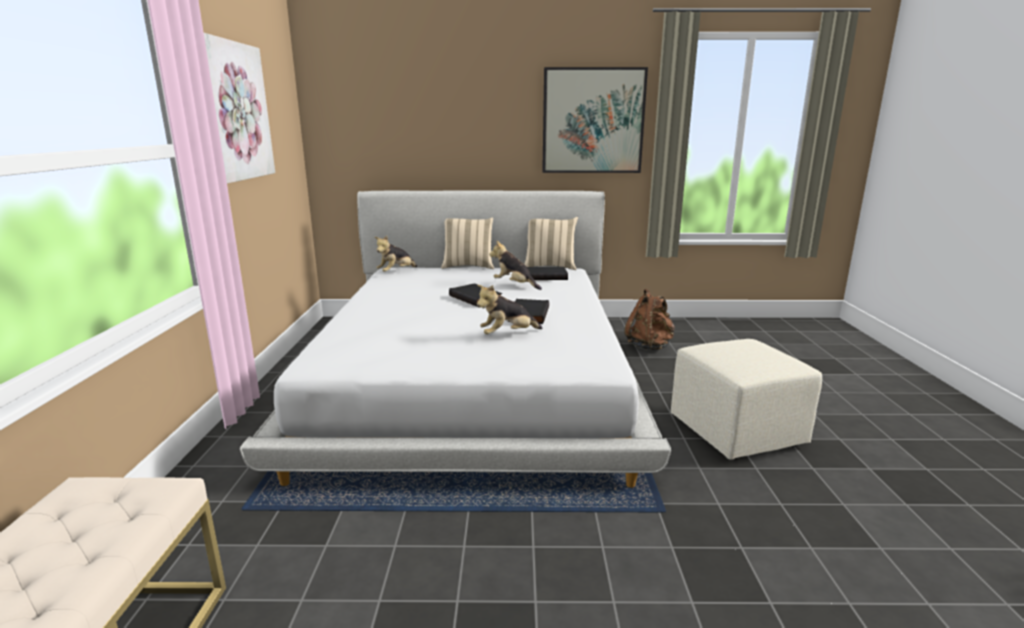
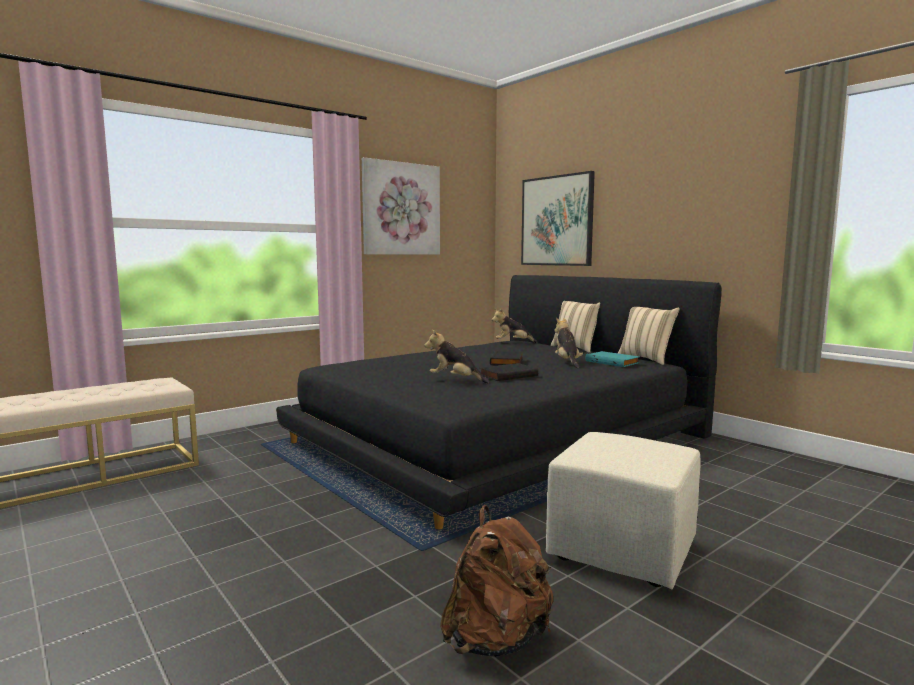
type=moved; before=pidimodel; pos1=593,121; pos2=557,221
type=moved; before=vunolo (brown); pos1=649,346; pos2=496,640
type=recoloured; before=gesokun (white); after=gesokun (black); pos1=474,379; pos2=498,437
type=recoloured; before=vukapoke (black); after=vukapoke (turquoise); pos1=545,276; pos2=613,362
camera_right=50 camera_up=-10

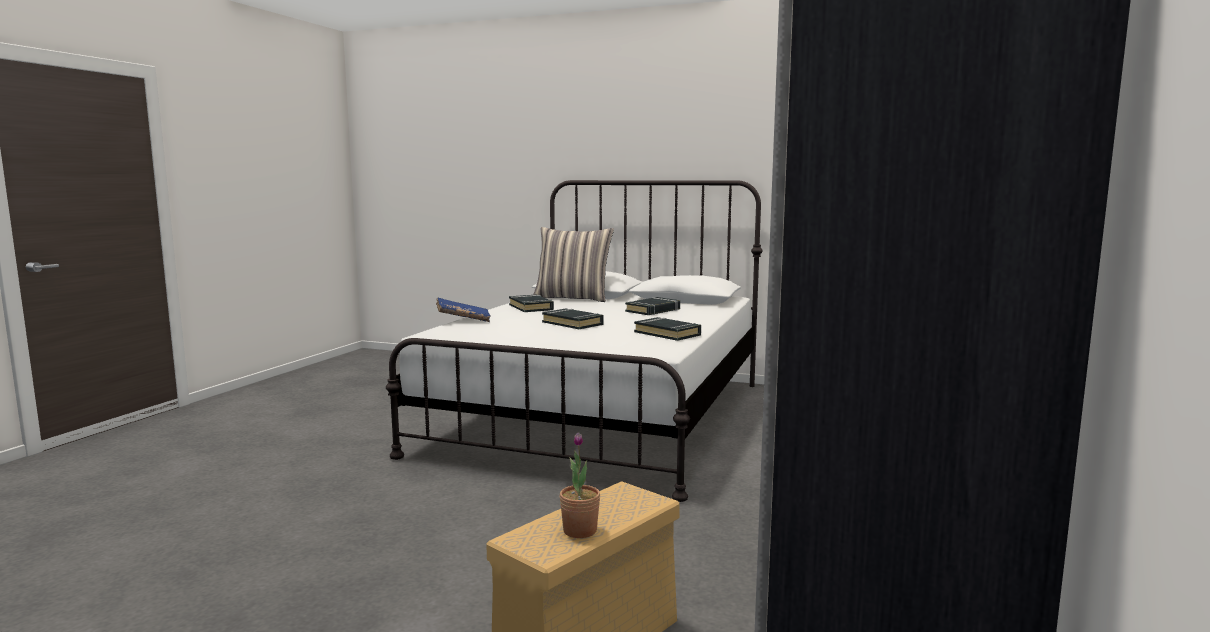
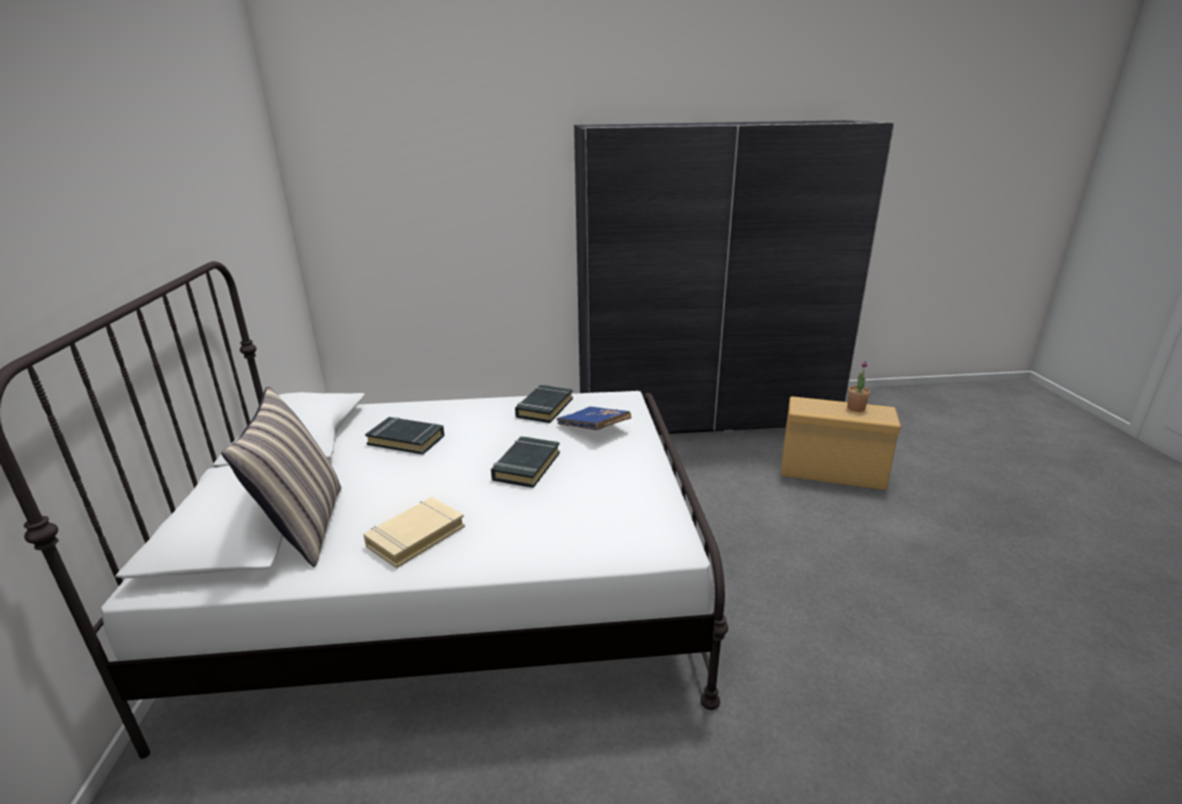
type=moved; before=vukapoke (blue); pos1=463,320; pos2=593,429
type=recoloured; before=vukapoke (black); after=vukapoke (beige); pos1=531,307; pos2=415,536
camera_right=-115 camera_up=15

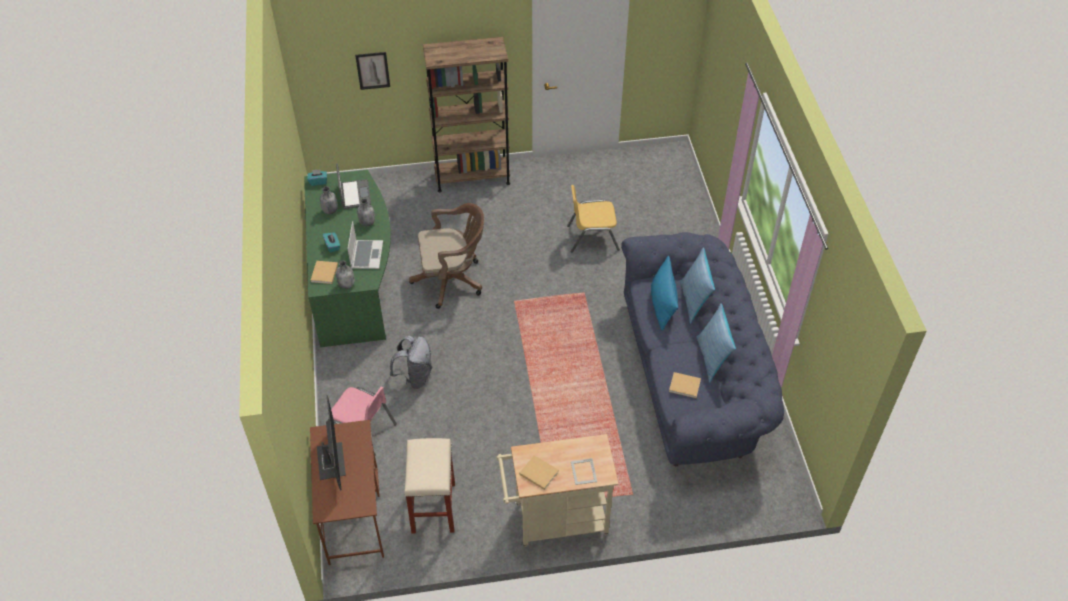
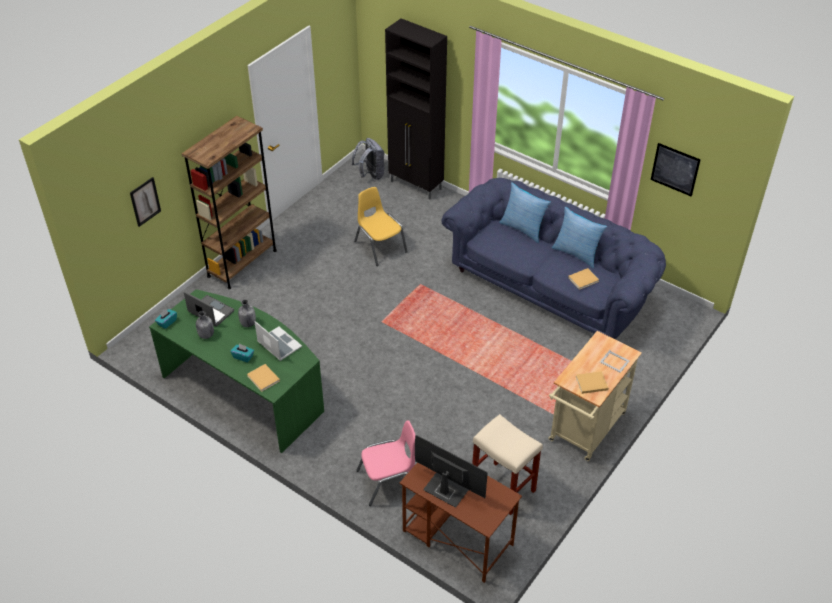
type=removed; before=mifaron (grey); pos1=347,284
type=removed; before=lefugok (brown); pos1=452,280
type=removed; before=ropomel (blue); pos1=662,304
type=added; after=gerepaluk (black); pos2=416,186
type=added; after=pidimodel; pos2=675,169
type=moved; before=vunolo (grey); pos1=415,376; pos2=370,175
type=turned; before=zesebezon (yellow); pos1=592,237; pos2=380,247; turn=105
camera_right=-45 camera_up=-5

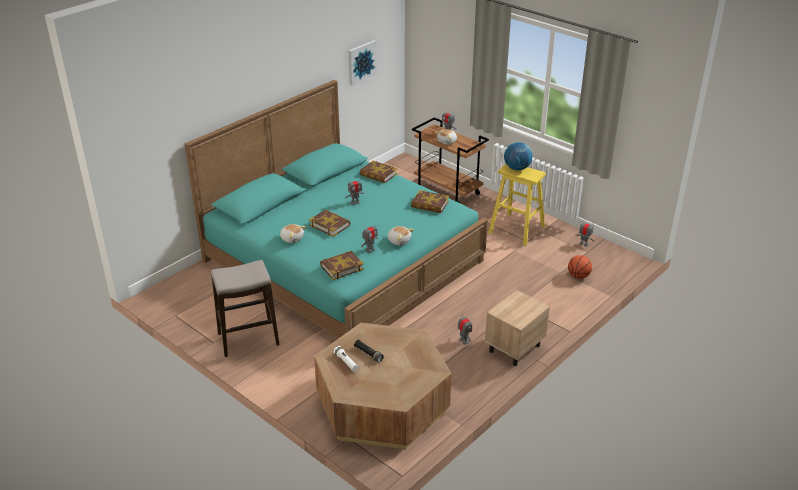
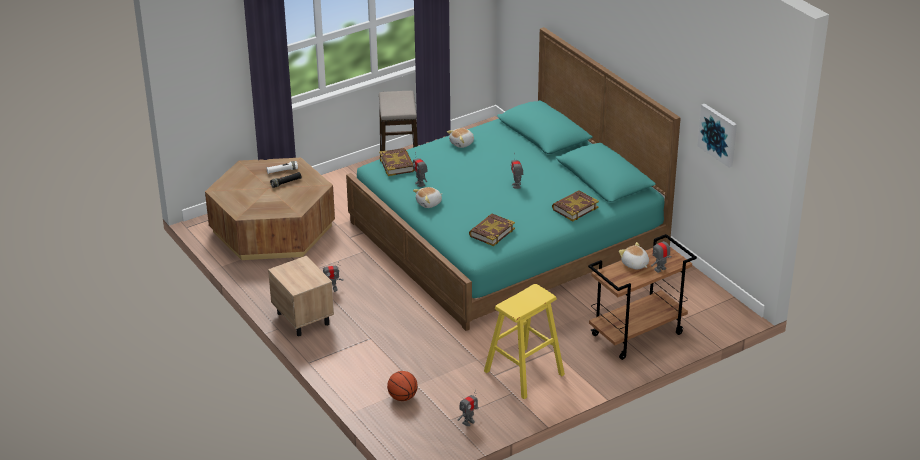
type=removed; before=vukapoke; pos1=330,225
type=removed; before=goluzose; pos1=517,168
camera_right=105 camera_up=0

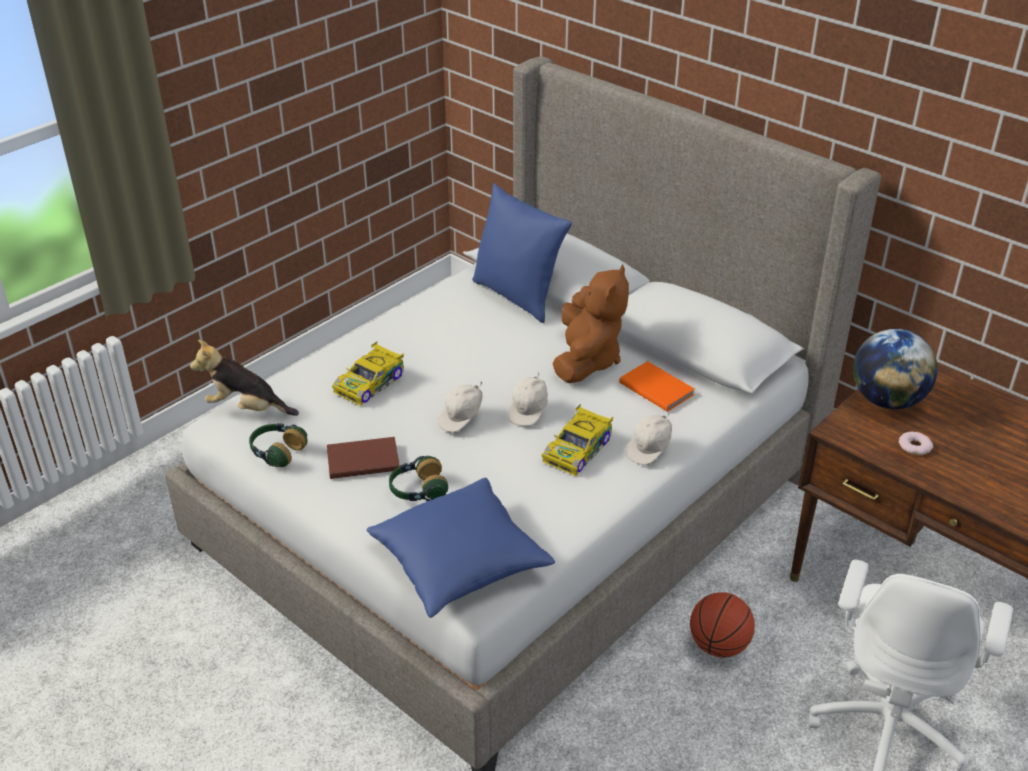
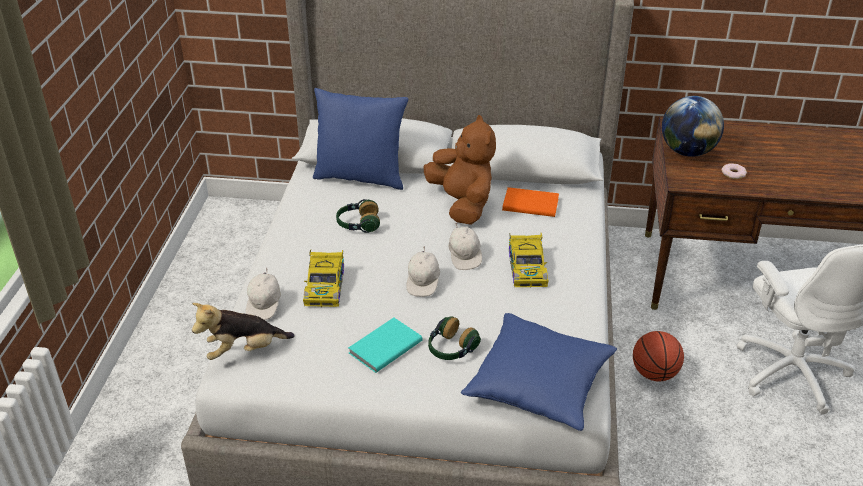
type=moved; before=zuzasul; pos1=277,452; pos2=358,224
type=moved; before=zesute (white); pos1=650,450; pos2=265,305
type=recoloured; before=vukapoke (brown); after=vukapoke (turquoise); pos1=362,459; pos2=383,347
camera_right=-35 camera_up=0

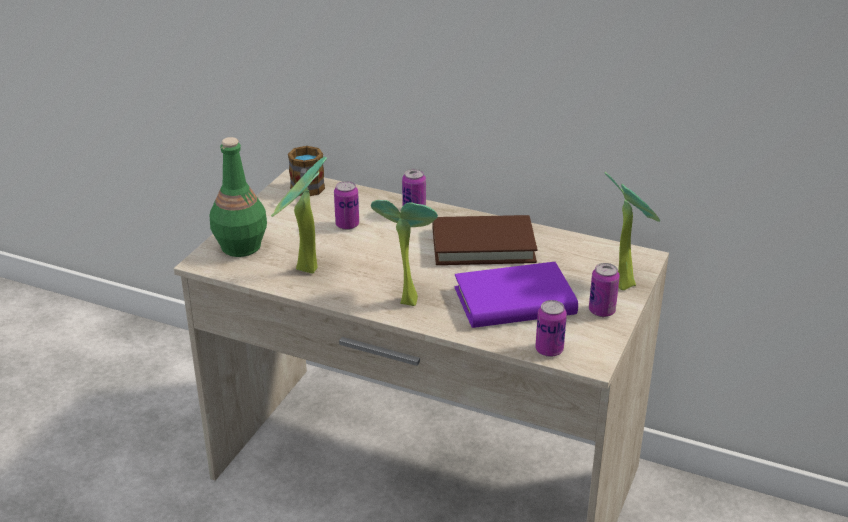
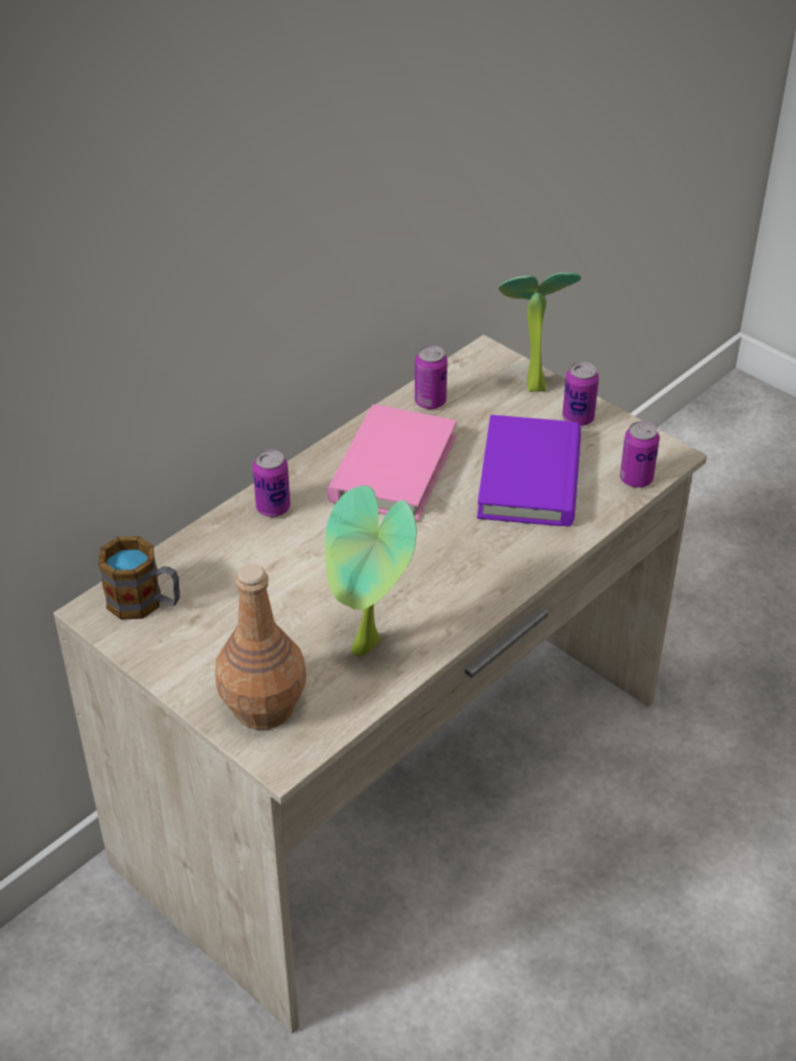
type=removed; before=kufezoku; pos1=406,299
type=moved; before=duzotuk; pos1=347,225; pos2=430,402
type=recoloured; before=mifaron (green); after=mifaron (brown); pos1=240,247; pos2=264,707
type=recoloured; before=vukapoke (brown); after=vukapoke (pink); pos1=483,245; pos2=393,468
camera_right=-70 camera_up=10

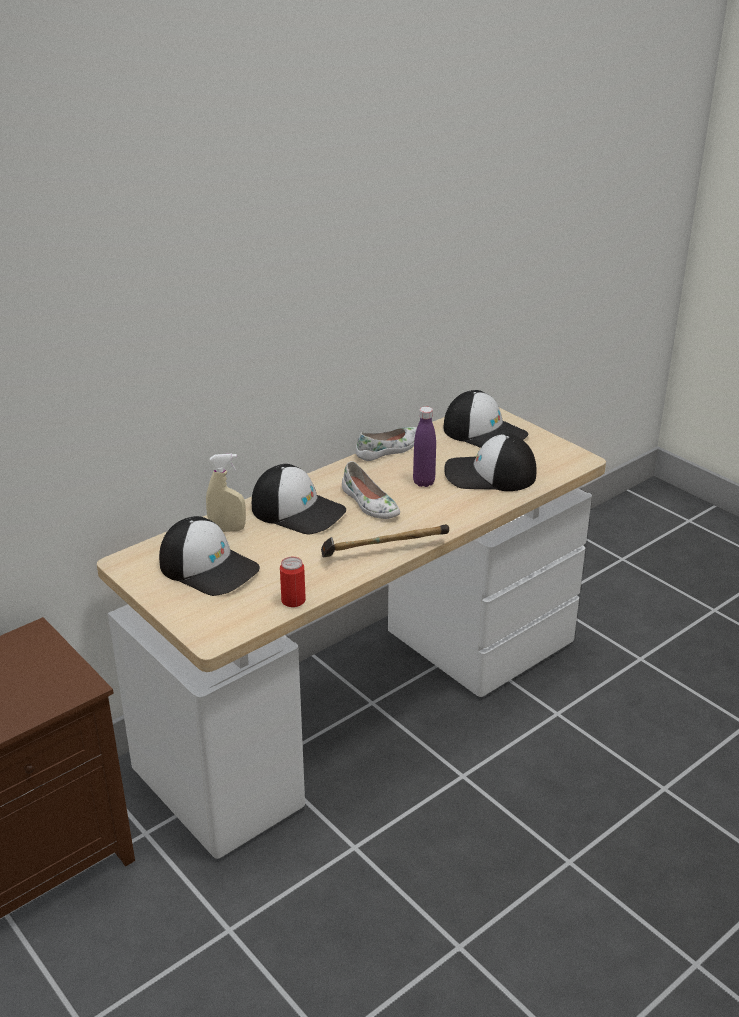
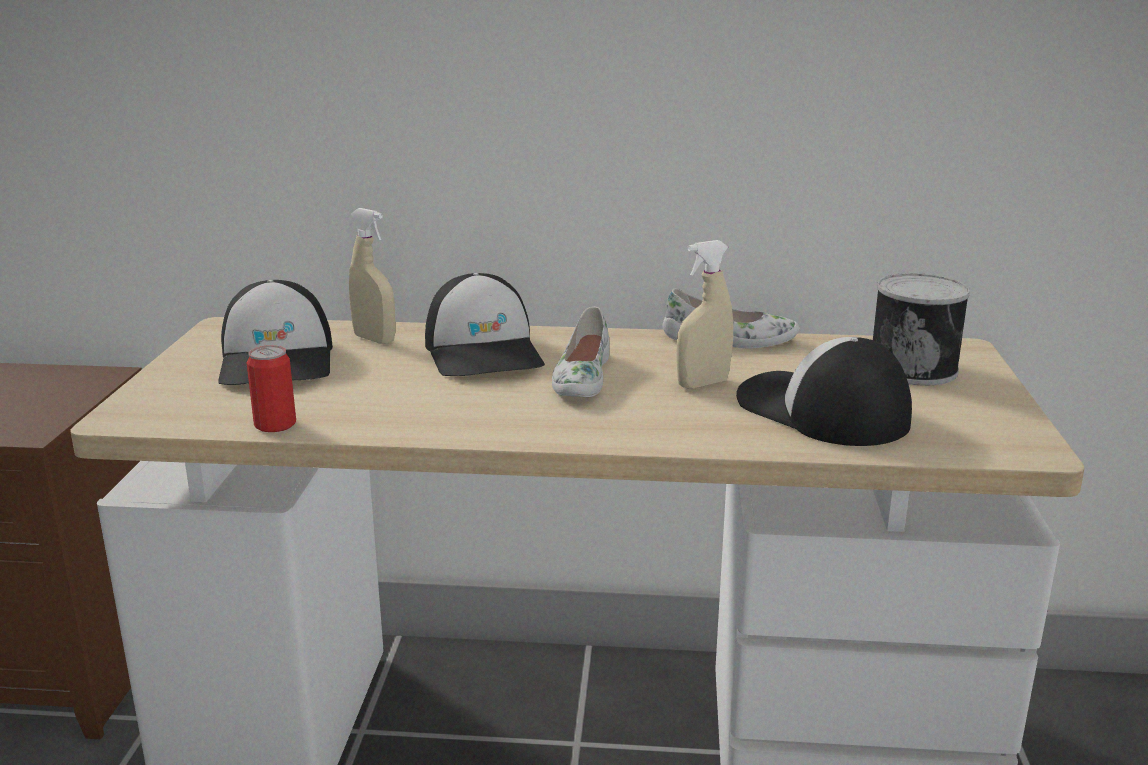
type=removed; before=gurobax; pos1=381,552
type=replaced; before=mifaron (purple); after=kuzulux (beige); pos1=423,482; pos2=702,384
type=replaced; before=zesute; after=duzotuk; pos1=485,432; pos2=913,368
camera_right=45 camera_up=-10

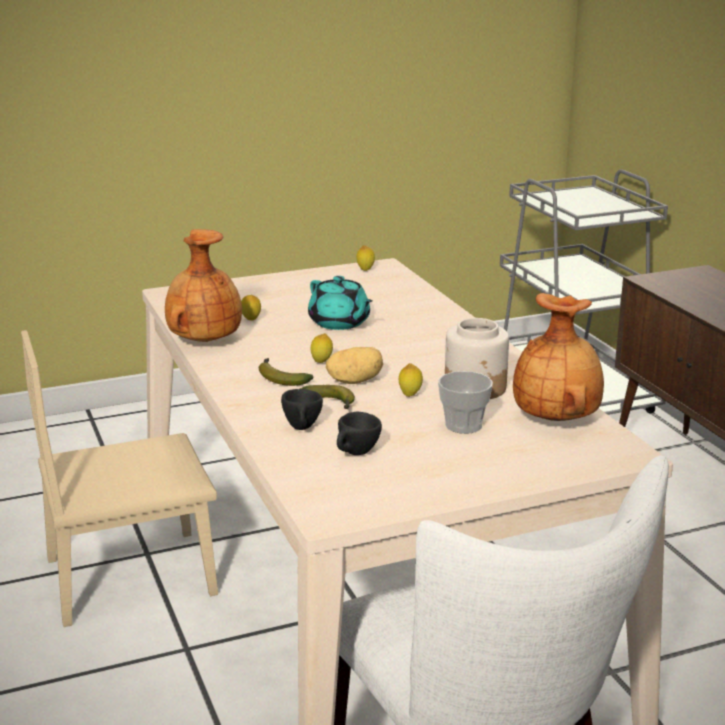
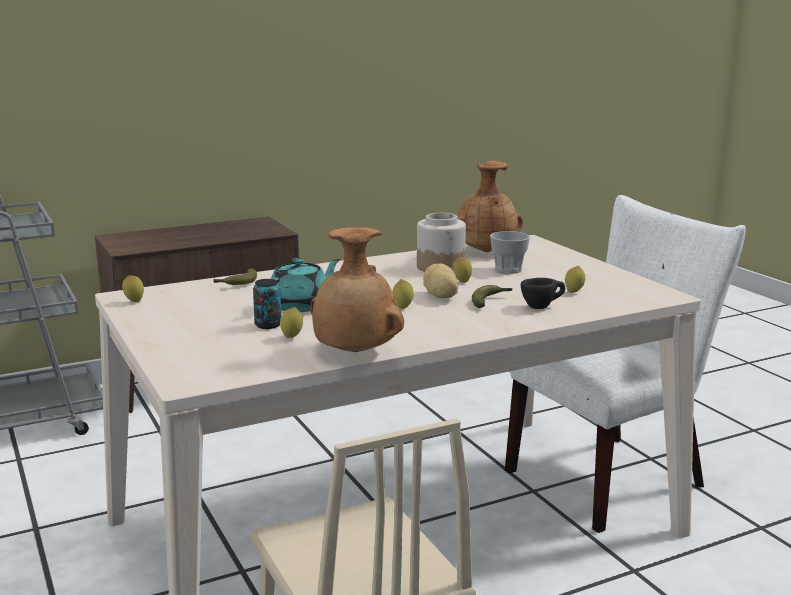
type=added; after=duzotuk; pos2=268,325
type=moved; before=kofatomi; pos1=280,378; pos2=237,283
type=replaced; before=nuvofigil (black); after=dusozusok; pos1=356,454; pos2=574,292
camera_right=-95 camera_up=-5

